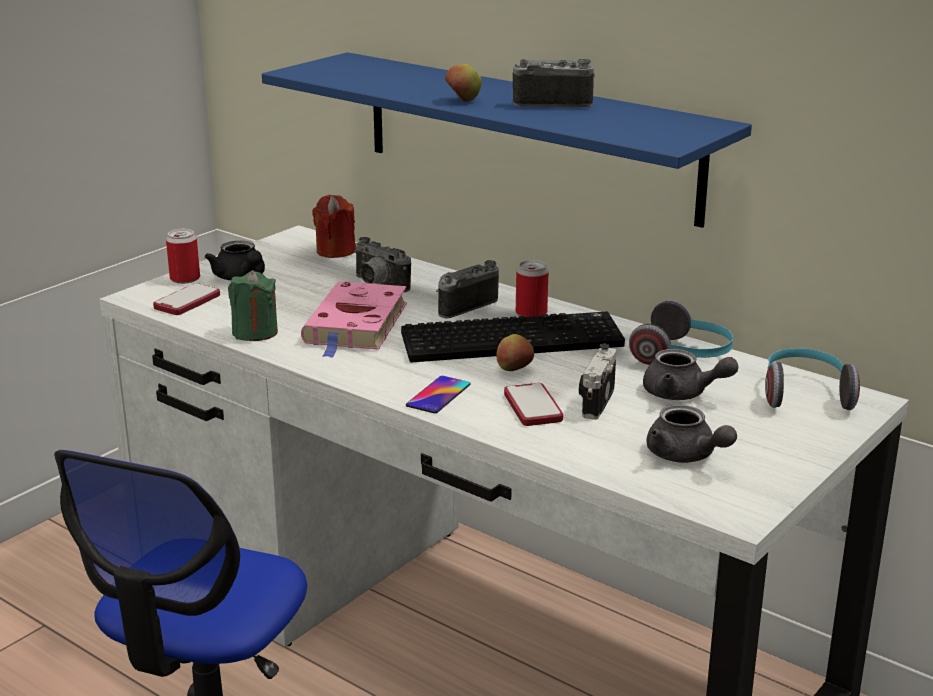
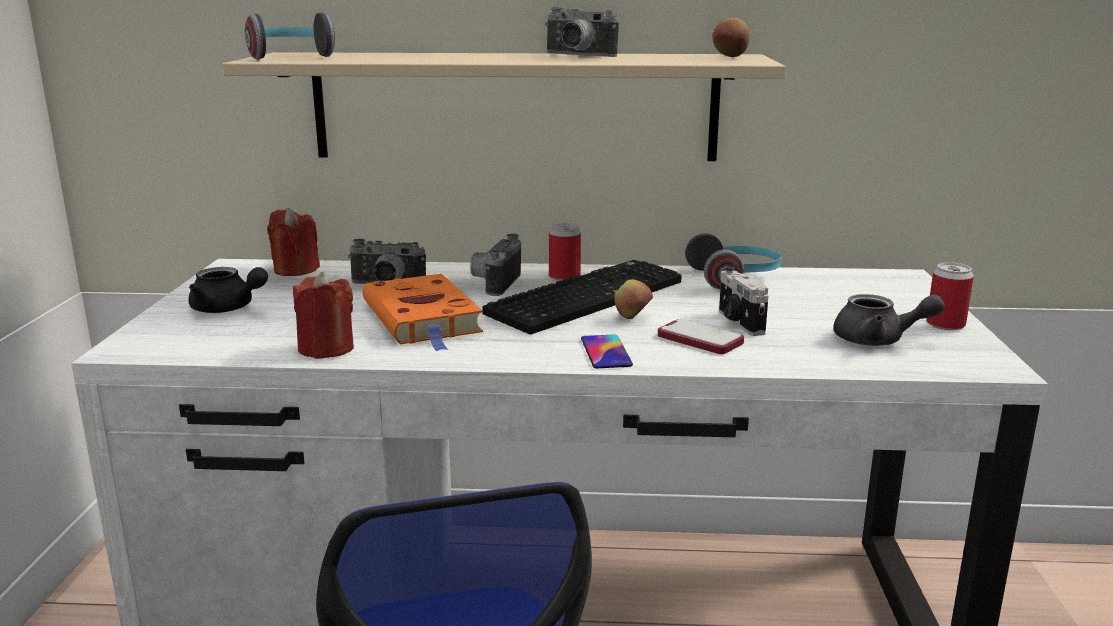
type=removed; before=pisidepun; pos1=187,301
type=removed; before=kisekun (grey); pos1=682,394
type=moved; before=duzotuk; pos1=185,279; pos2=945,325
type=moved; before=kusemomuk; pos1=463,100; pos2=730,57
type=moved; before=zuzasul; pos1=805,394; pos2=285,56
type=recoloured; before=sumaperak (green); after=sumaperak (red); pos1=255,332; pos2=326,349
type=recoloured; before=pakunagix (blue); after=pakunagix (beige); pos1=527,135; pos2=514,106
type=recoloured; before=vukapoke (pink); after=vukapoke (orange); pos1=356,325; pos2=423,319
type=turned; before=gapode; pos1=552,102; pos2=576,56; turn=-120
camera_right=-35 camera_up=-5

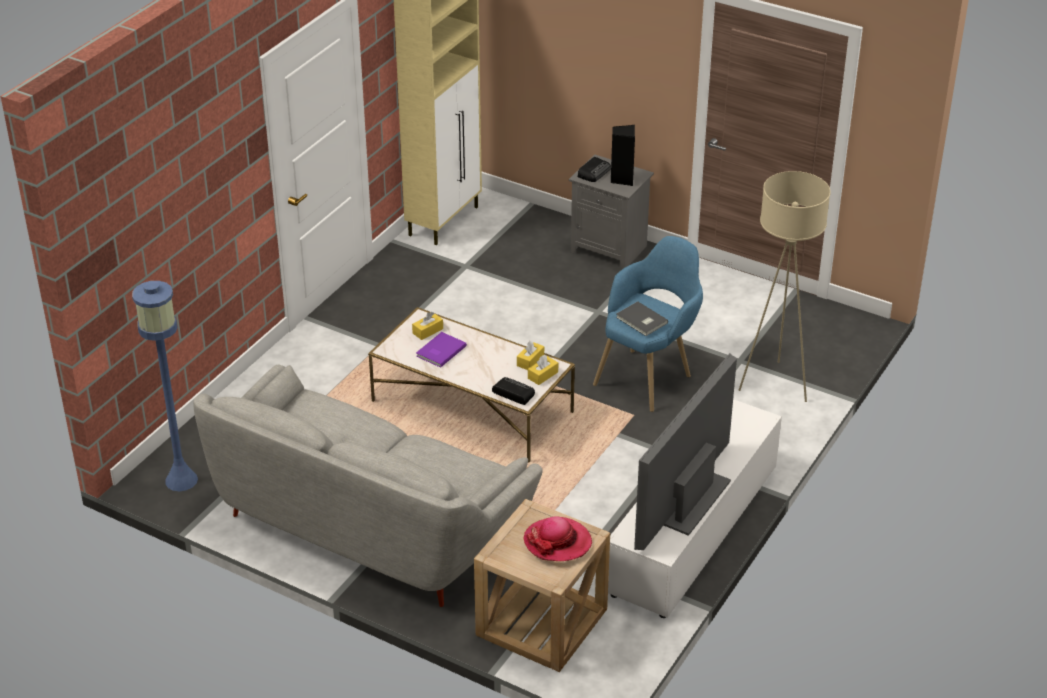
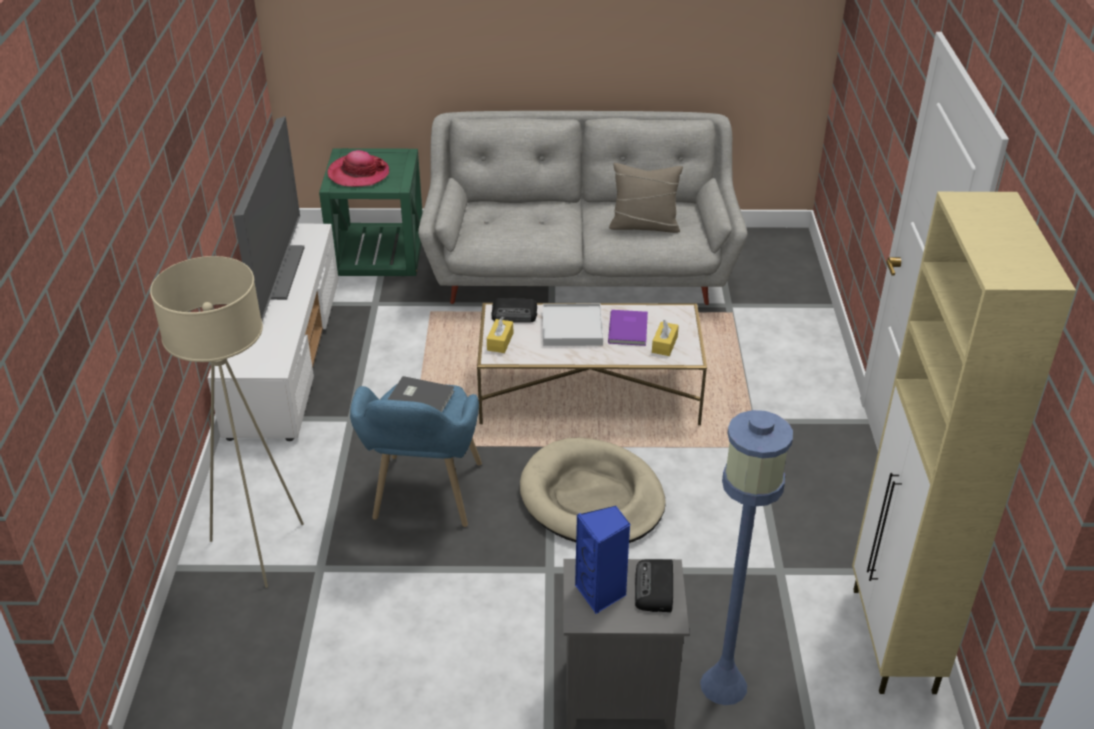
type=removed; before=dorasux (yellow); pos1=530,361
type=added; after=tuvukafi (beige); pos2=592,498
type=added; after=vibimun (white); pos2=572,328
type=added; after=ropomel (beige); pos2=644,226
type=moved; before=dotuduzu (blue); pos1=182,480; pos2=723,685
type=recoloured; before=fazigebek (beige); after=fazigebek (green); pos1=541,622; pos2=378,252
type=recoloured; before=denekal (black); after=denekal (blue); pos1=622,179; pos2=602,593
camera_right=150 camera_up=0

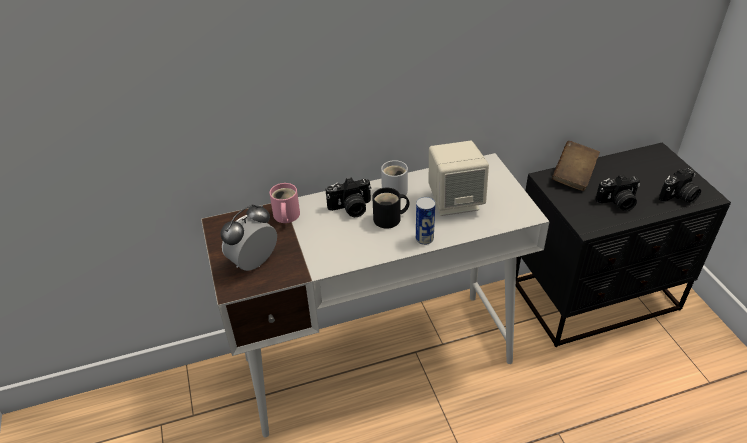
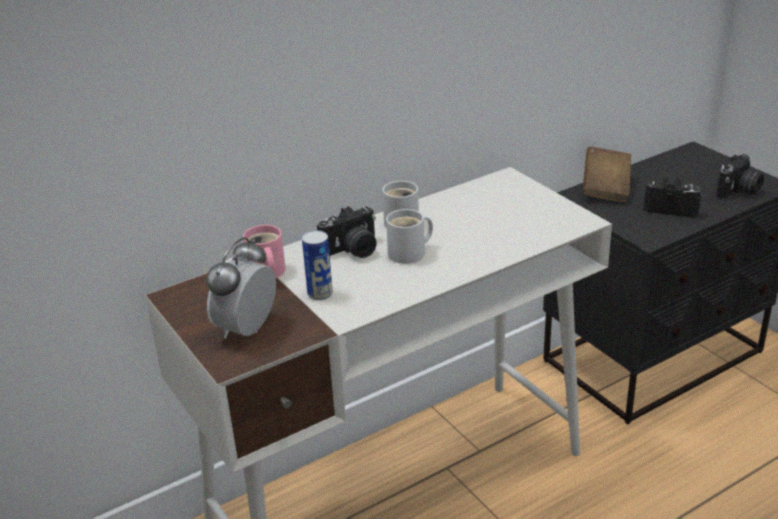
type=removed; before=denekal (beige); pos1=455,201
type=moved; before=duzotuk; pos1=424,239; pos2=320,293
type=recoloured; before=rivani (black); after=rivani (white); pos1=390,219; pos2=410,253
type=turned; before=gapode; pos1=617,203; pos2=671,208; turn=-135
camera_right=-15 camera_up=-10

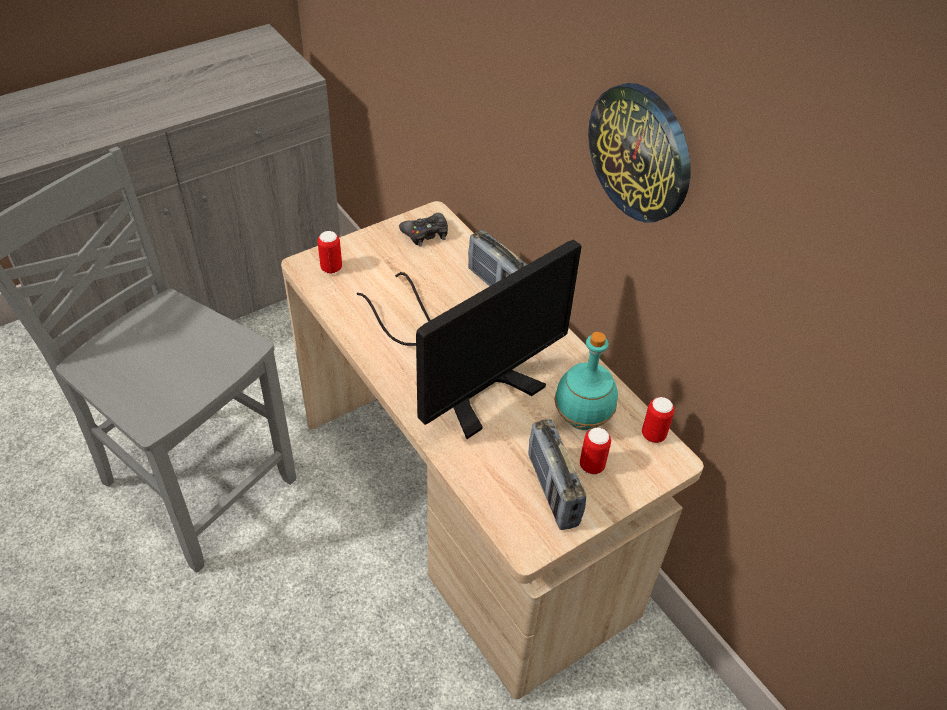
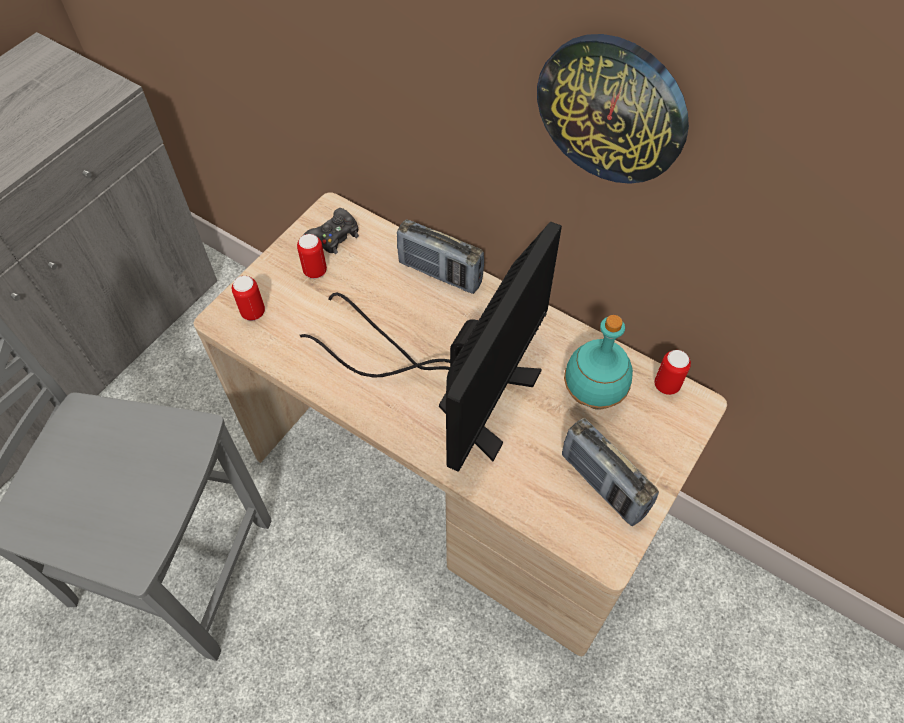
type=moved; before=duzotuk; pos1=591,466; pos2=315,271
camera_right=-20 camera_up=10

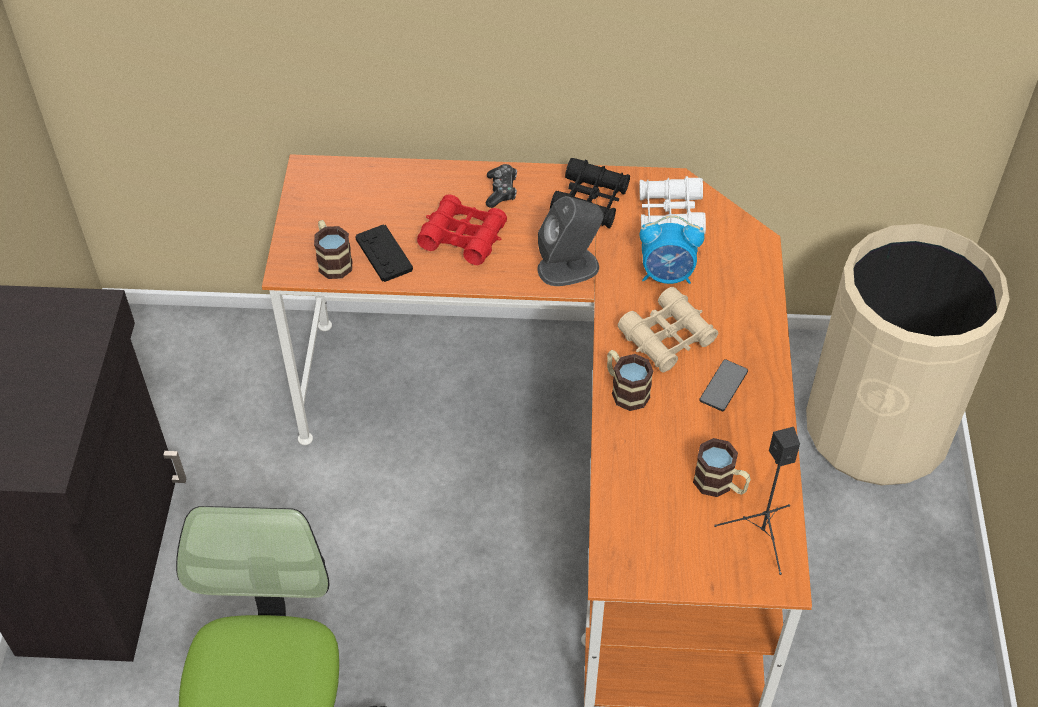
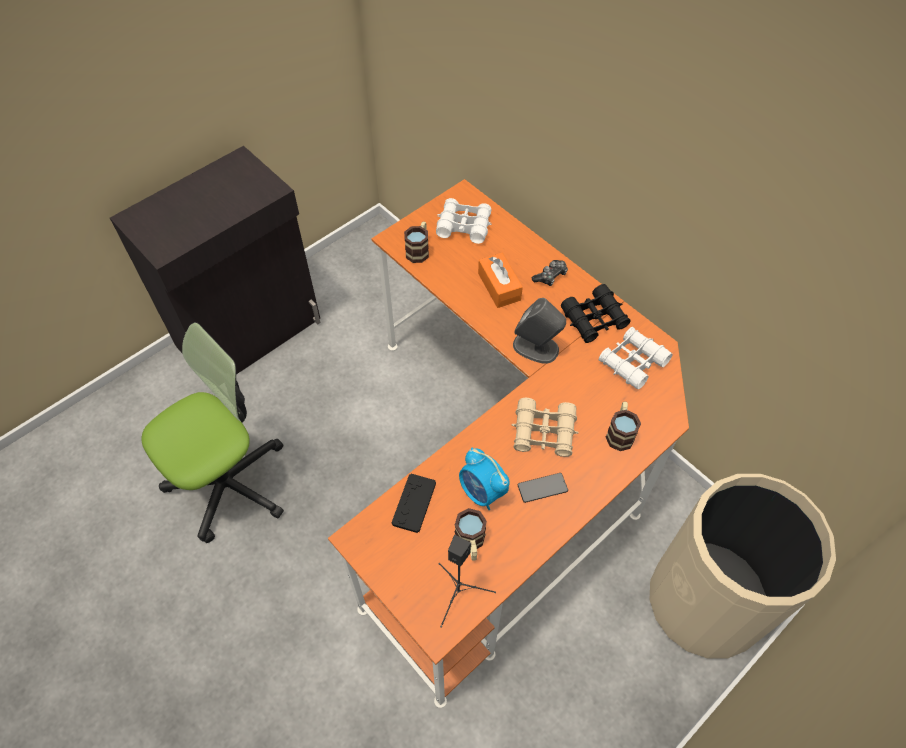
type=added; after=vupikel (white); pos2=464,226
type=moved; before=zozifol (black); pos1=384,254; pos2=414,503
type=moved; before=rivani; pos1=625,390; pos2=620,432
type=moved; before=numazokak; pos1=667,275; pos2=482,492
type=replaced; before=vupikel (red); after=dorasux (orange); pos1=463,237; pos2=499,287
camera_right=45 camera_up=5

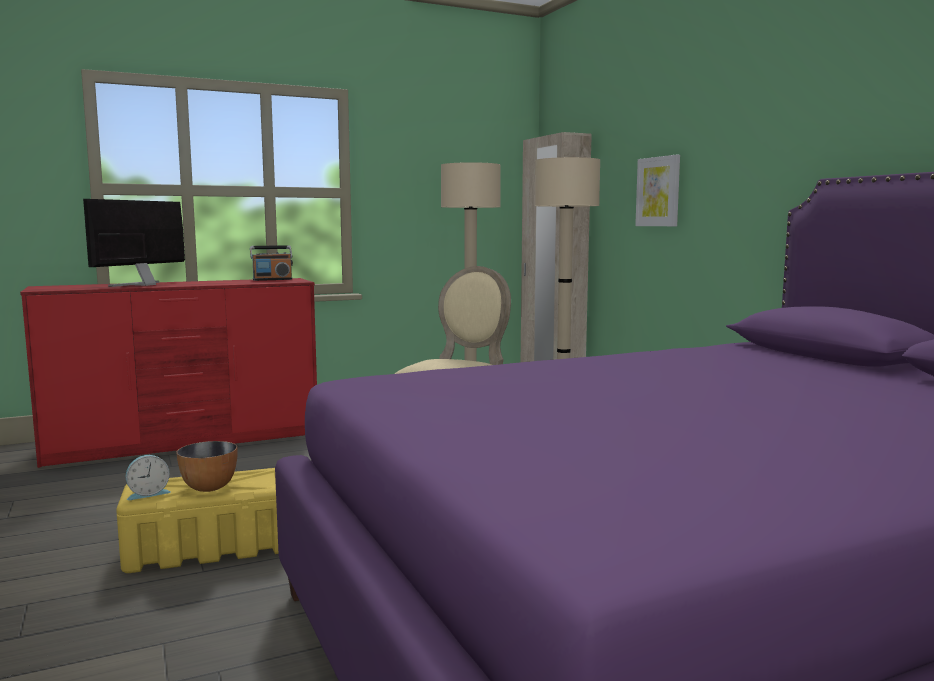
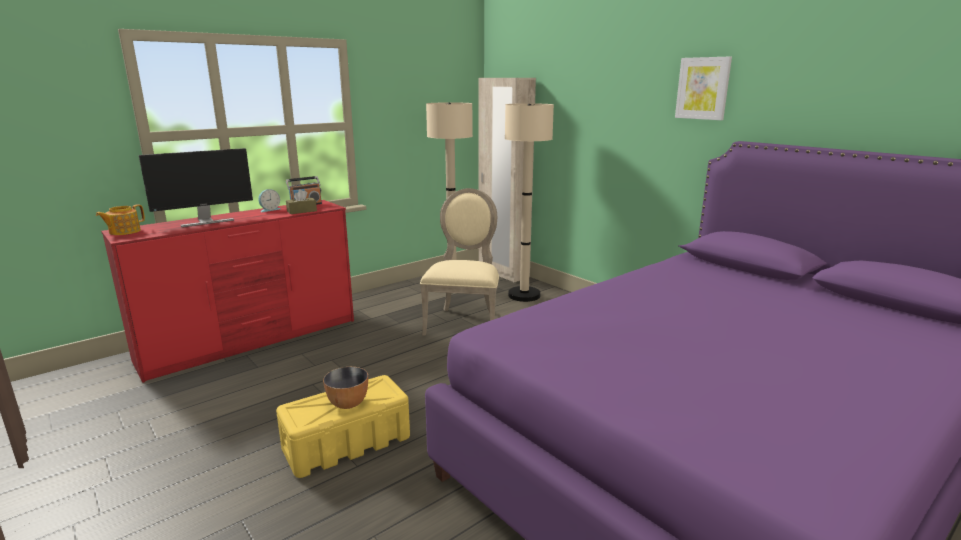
type=added; after=kisekun; pos2=124,231
type=added; after=dorasux (brown); pos2=302,211
type=moved; before=numazokak; pos1=148,493; pos2=269,209
type=moved; before=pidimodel; pos1=658,191; pos2=703,88
type=turned; before=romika; pos1=142,284; pos2=205,221; turn=-135
camera_right=-15 camera_up=10

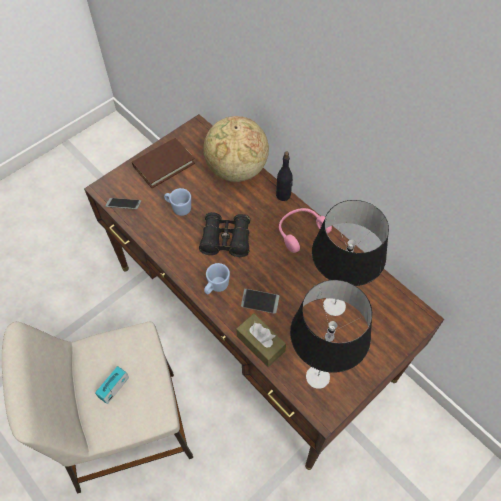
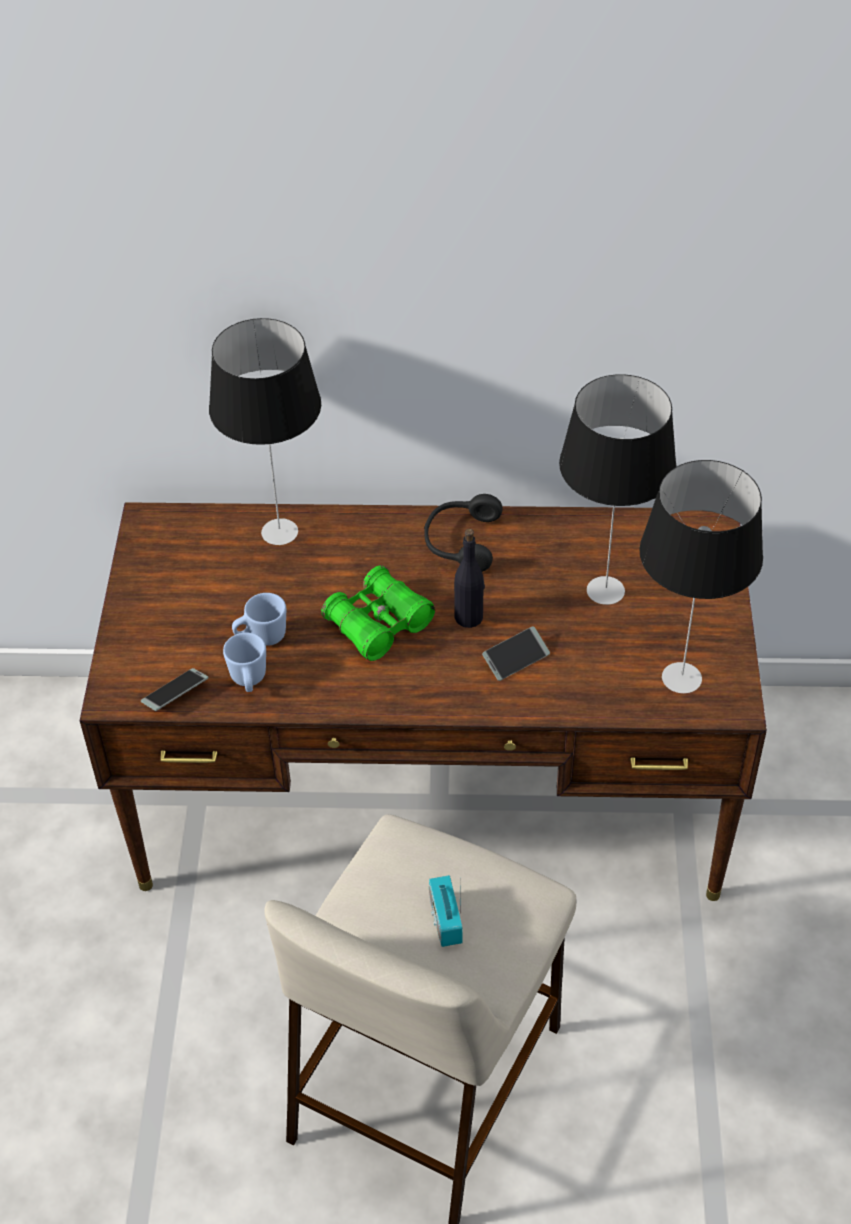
type=removed; before=vukapoke (brown); pos1=164,164
type=removed; before=dorasux (brown); pos1=260,343
type=moved; before=rivani (blue); pos1=216,287; pos2=249,681
type=moved; before=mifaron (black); pos1=283,195; pos2=469,617
type=replaced; before=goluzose; after=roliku; pos1=236,170; pos2=279,533
type=recoloured; before=vupikel (black); after=vupikel (green); pos1=226,240; pos2=378,624
type=recoloured; before=zuzasul (pink); after=zuzasul (black); pos1=300,231; pos2=460,541
camera_right=-45 camera_up=-10

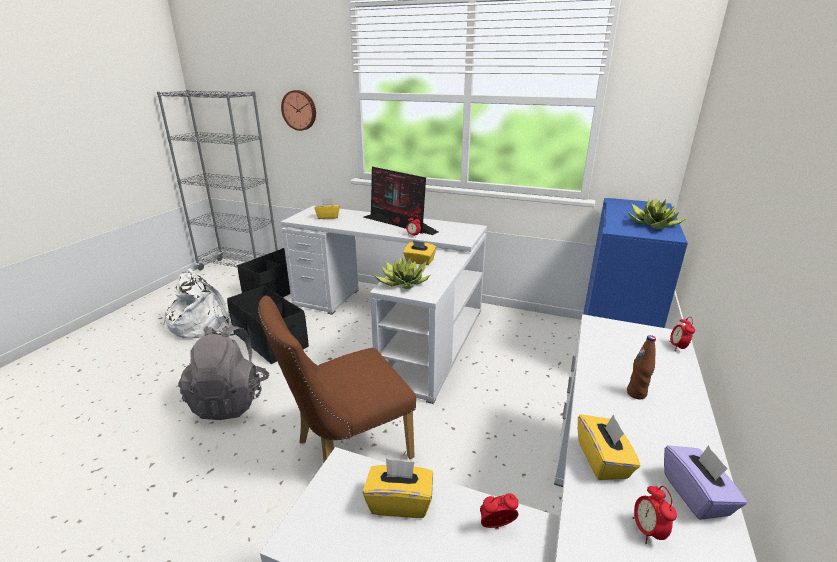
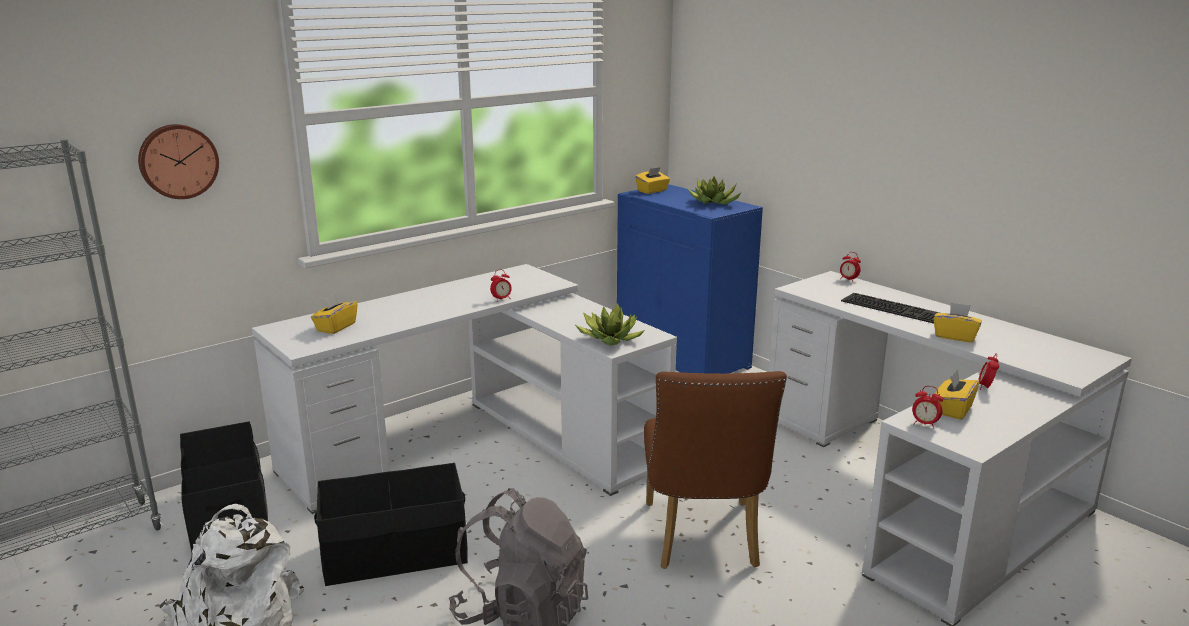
type=removed; before=romika; pos1=400,224
type=removed; before=dorasux (purple); pos1=696,495
type=moved; before=dorasux (yellow); pos1=419,261; pos2=652,191
type=moved; before=numazokak; pos1=647,531; pos2=924,424
type=replaced; before=mifaron (brown); after=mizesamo; pos1=636,393; pos2=894,308
camera_right=-60 camera_up=-5

